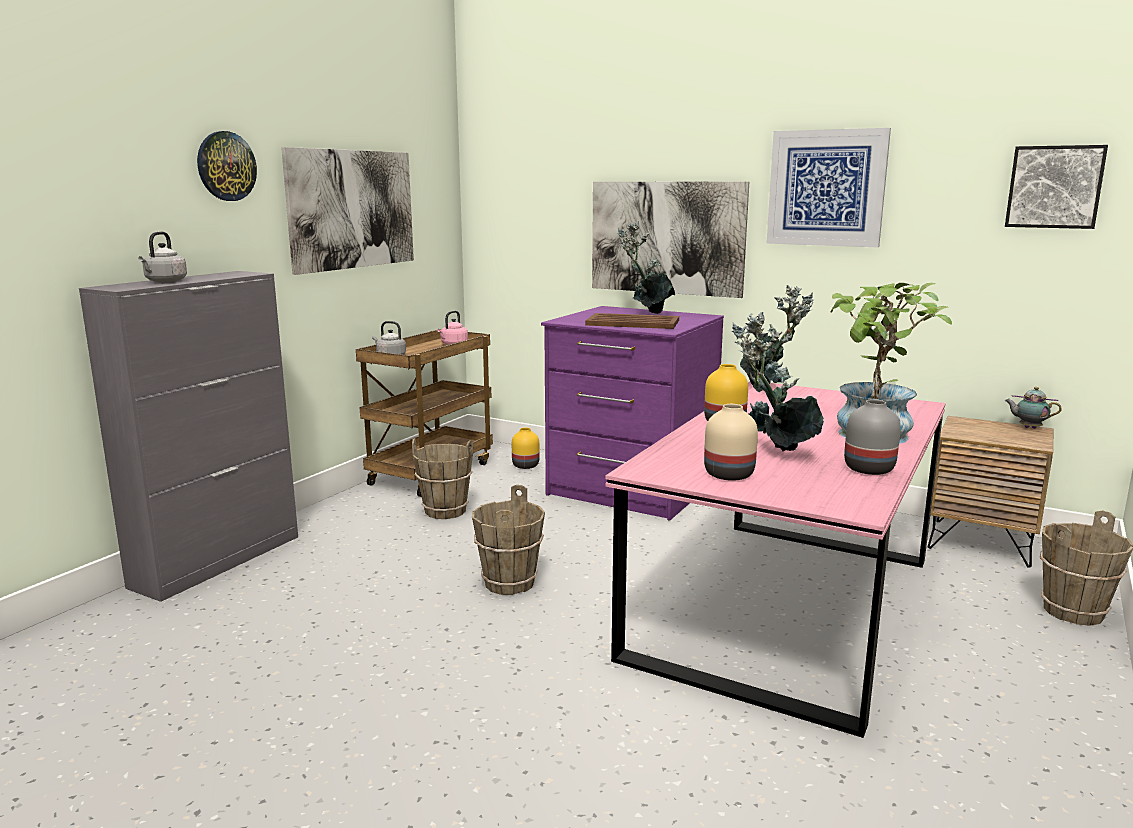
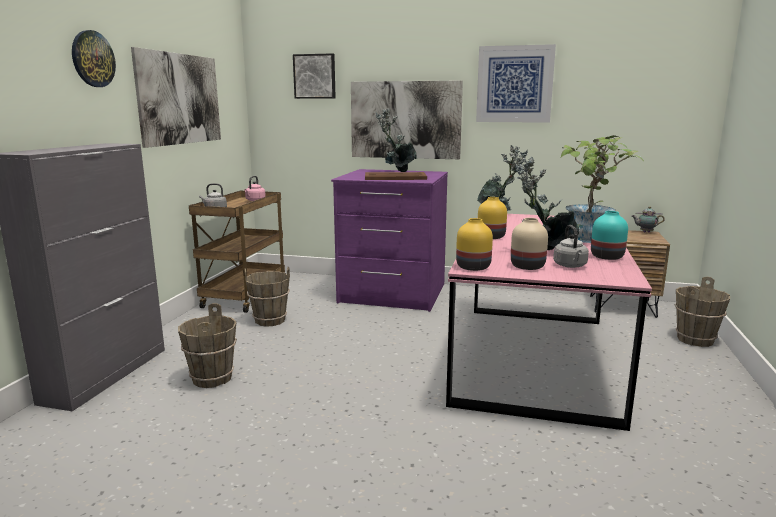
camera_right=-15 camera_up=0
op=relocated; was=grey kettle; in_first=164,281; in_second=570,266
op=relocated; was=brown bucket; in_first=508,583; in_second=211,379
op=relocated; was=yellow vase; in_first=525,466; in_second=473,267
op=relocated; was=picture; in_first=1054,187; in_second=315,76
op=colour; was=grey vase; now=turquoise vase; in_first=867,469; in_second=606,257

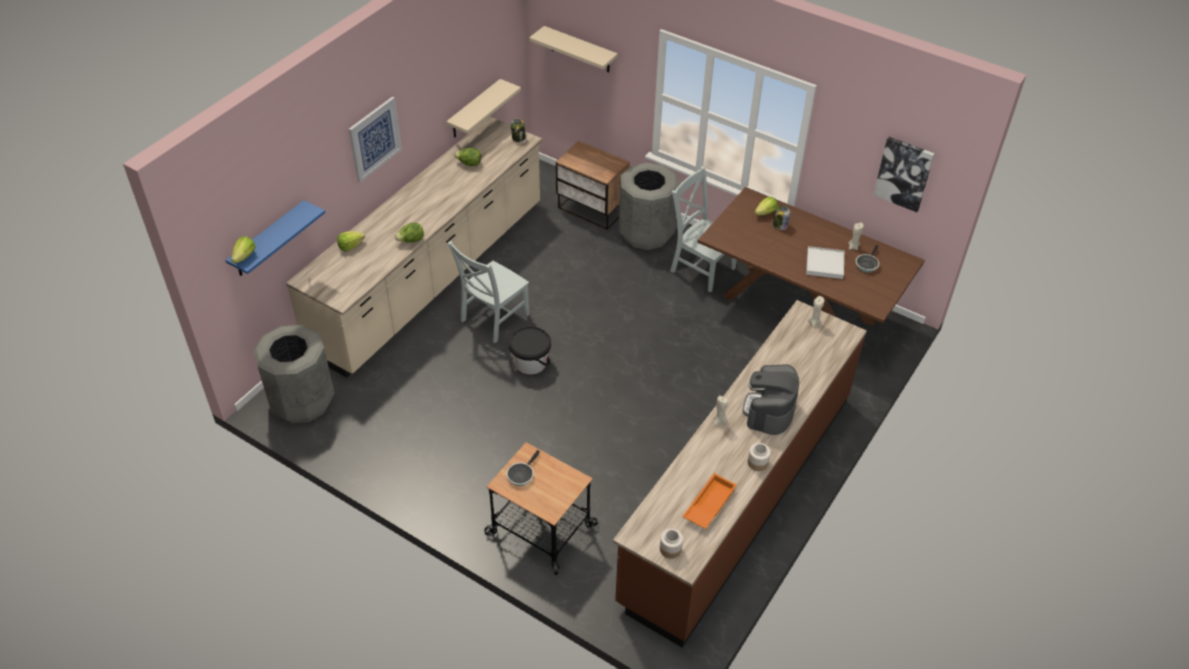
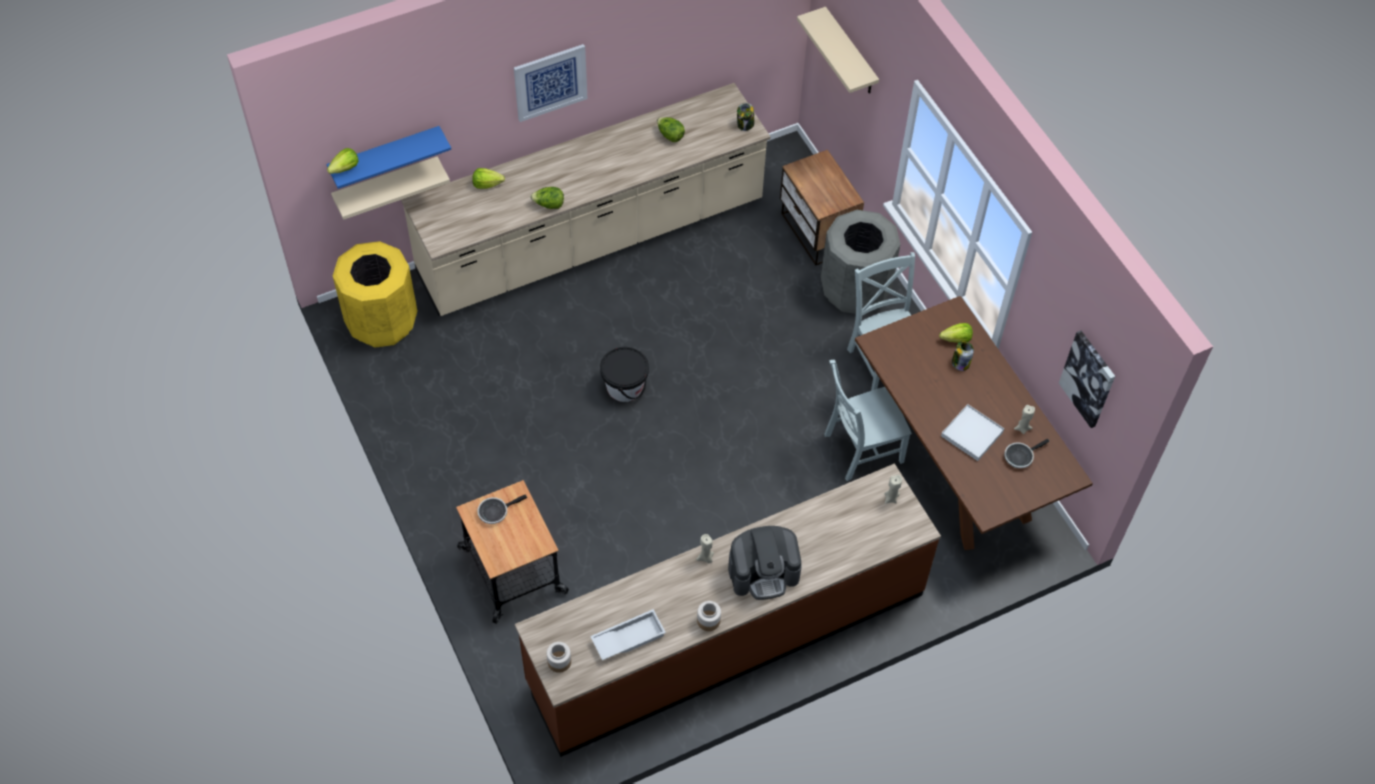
camera_right=30 camera_up=10
op=relocated; was=beige shelf; in_first=474,109; in_second=386,184
op=relocated; was=grey chair; in_first=492,319; in_second=860,449
op=colour; was=grey trash can; now=yellow trash can; in_first=302,401; in_second=382,322
op=colour; was=orange tray; now=white tray; in_first=708,504; in_second=628,637
op=spun; was=coffee machine; in_first=769,411; in_second=763,572; clockwise=-150

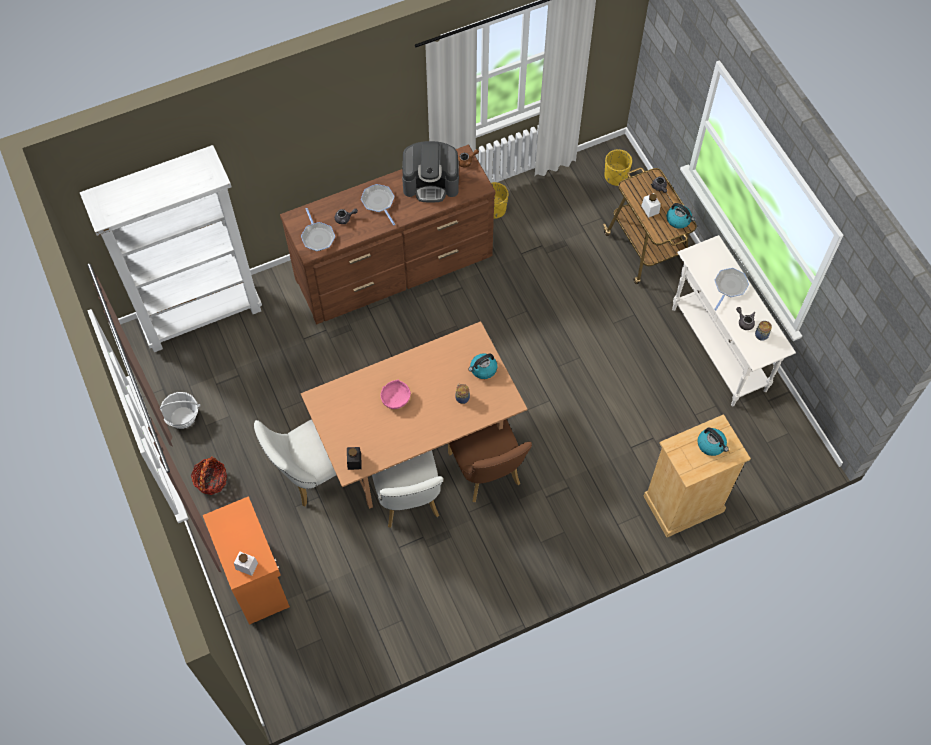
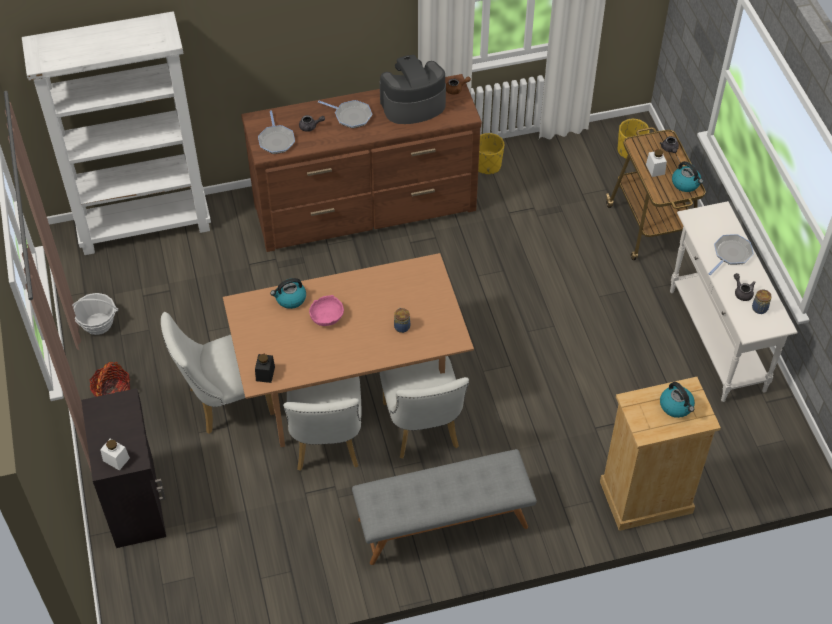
camera_right=10 camera_up=-10
op=appeared; now=grey bench; in_second=443,524
op=relocated; was=kettle; in_first=483,369; in_second=290,299
op=colour; was=orange cabinet; now=black cabinet; in_first=256,579; in_second=136,501
op=colour; was=brown chair; now=white chair; in_first=487,473; in_second=423,430
op=spun; was=frying pan; in_first=379,202; in_second=351,116; clockwise=135
op=spun; was=coffee machine; in_first=431,182; in_second=412,105; clockwise=150

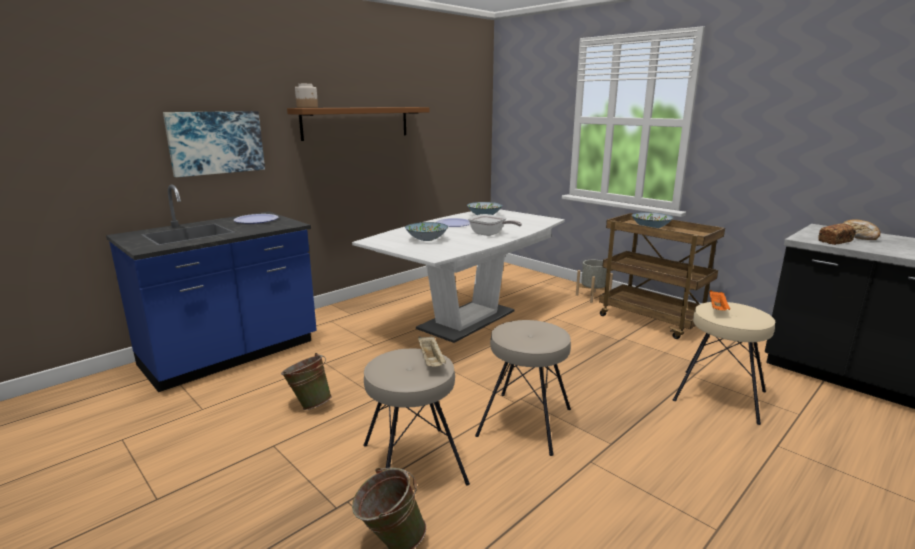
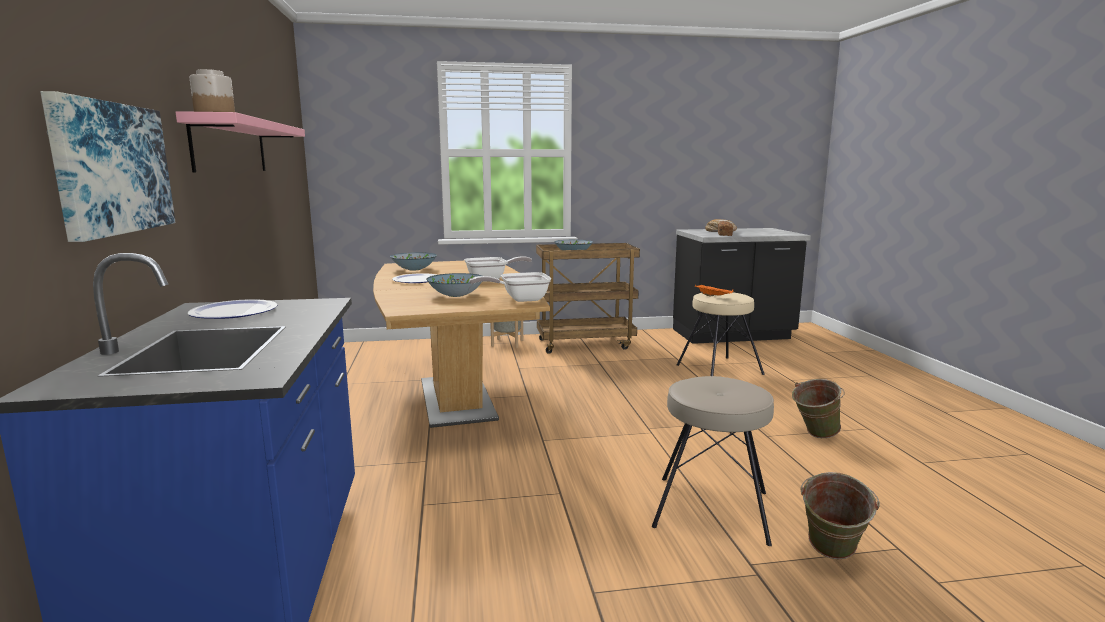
camera_right=-55 camera_up=-5
op=missing; was=beige tray; in_first=431,361
op=missing; was=beige stool; in_first=526,422
op=appeared; now=frying pan; in_second=519,299
op=relocated; was=green bucket; in_first=309,404; in_second=814,435
op=colour; was=brown shelf; now=pink shelf; in_first=356,122; in_second=231,146
op=colour; was=white dining table; now=brown dining table; in_first=467,320; in_second=456,399

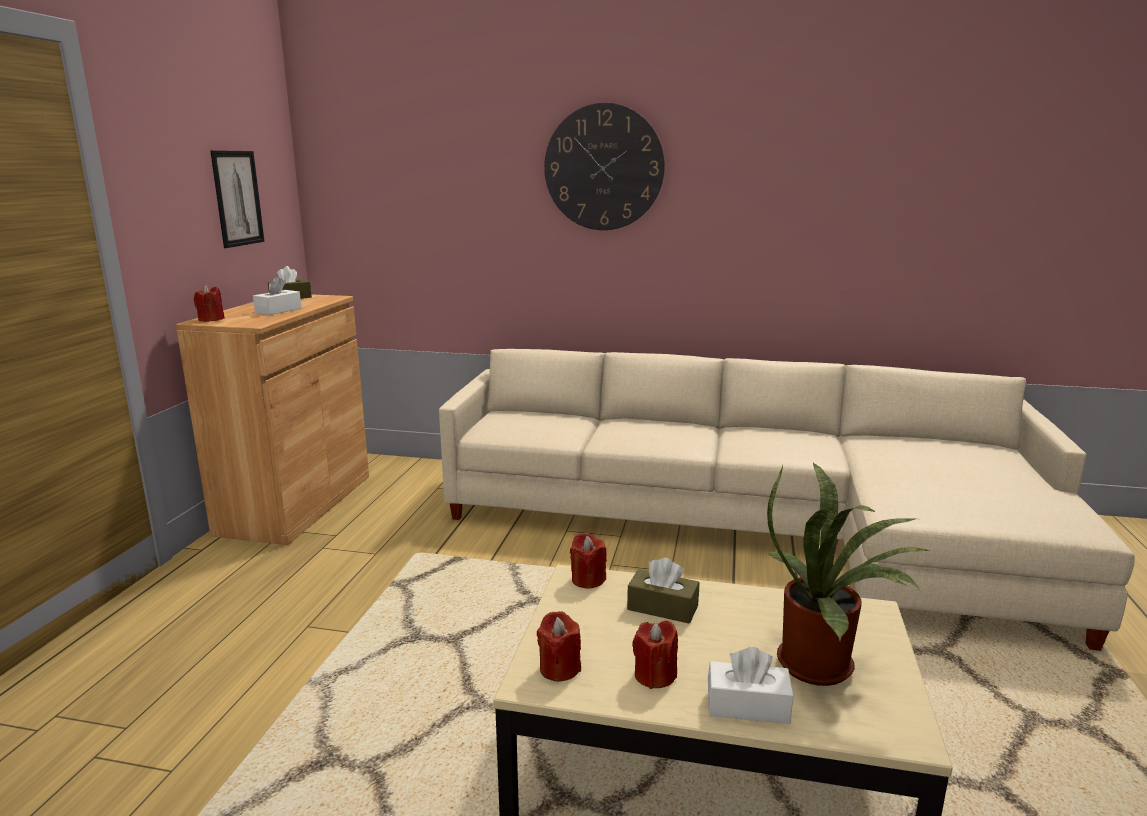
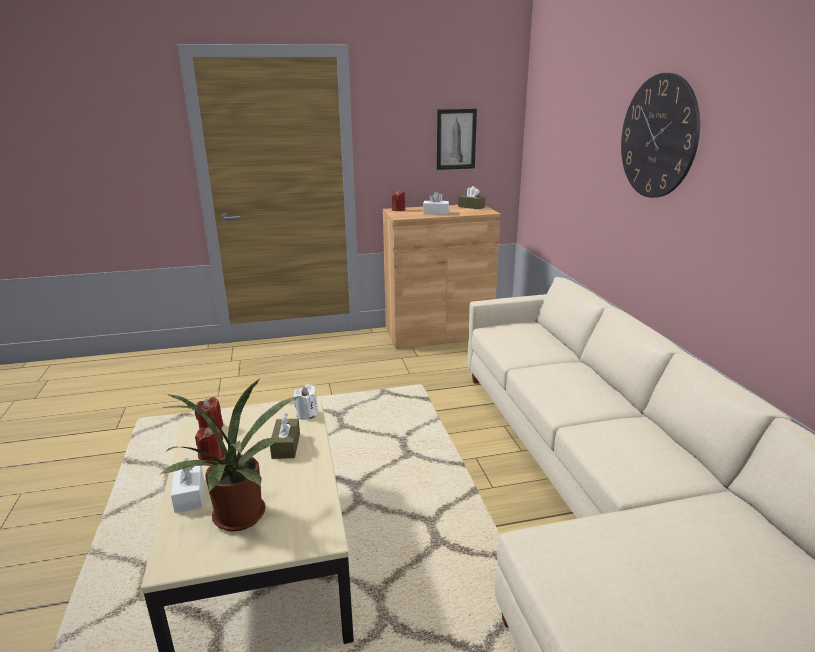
camera_right=65 camera_up=5
op=colour; was=red candle; now=white candle; in_first=588,579; in_second=307,414

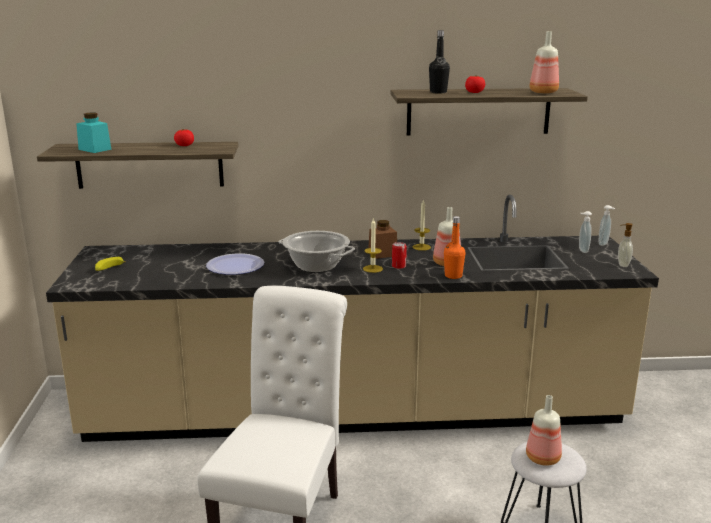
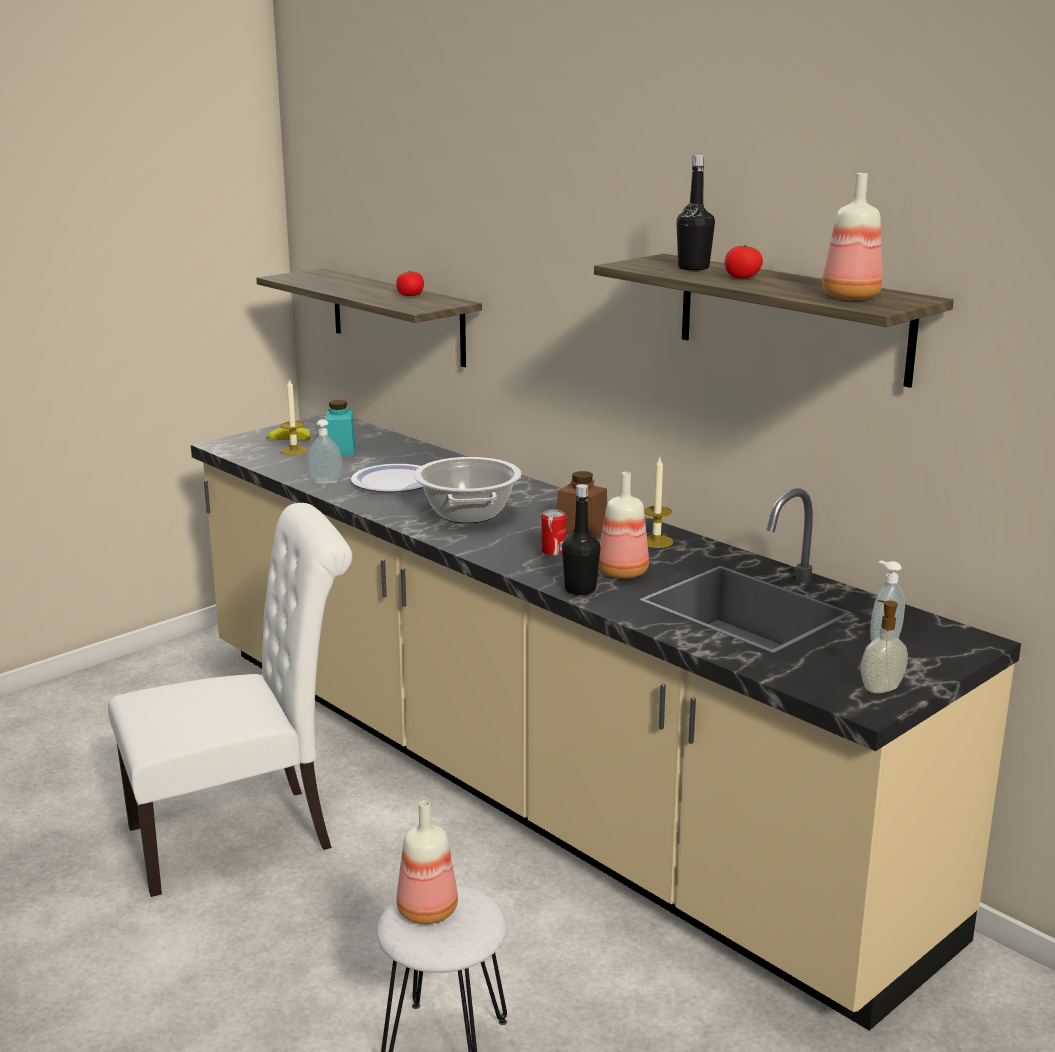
camera_right=50 camera_up=0
op=relocated; was=turquoise jar; in_first=95,149; in_second=340,450
op=relocated; was=candle; in_first=372,269; in_second=294,450
op=relocated; was=soap dispenser; in_first=604,244; in_second=325,483
op=colour; was=orange bottle; now=black bottle; in_first=453,276; in_second=580,589

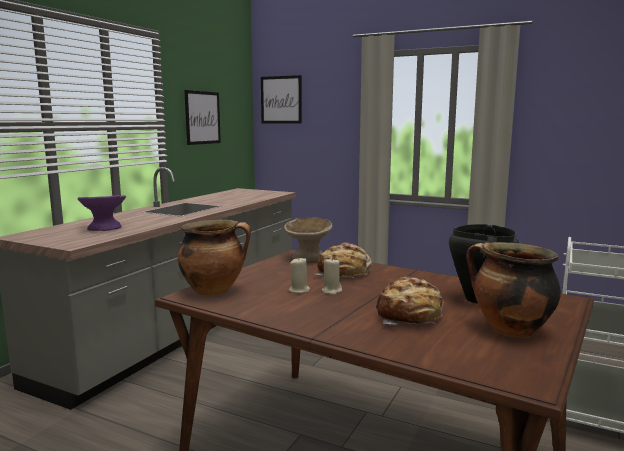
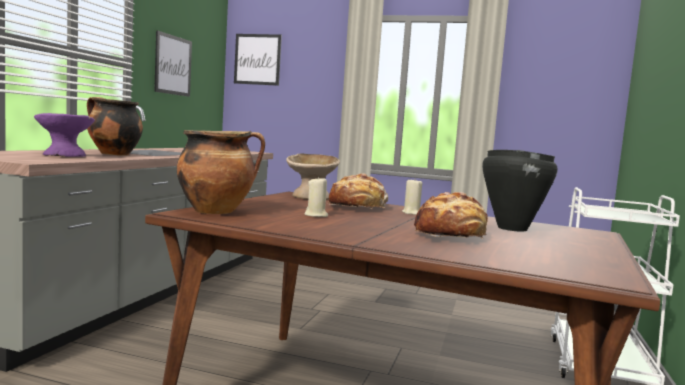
camera_right=-10 camera_up=-5
op=relocated; was=beige candle; in_first=331,291; in_second=412,213
op=relocated; was=cooking pot; in_first=509,330; in_second=113,154

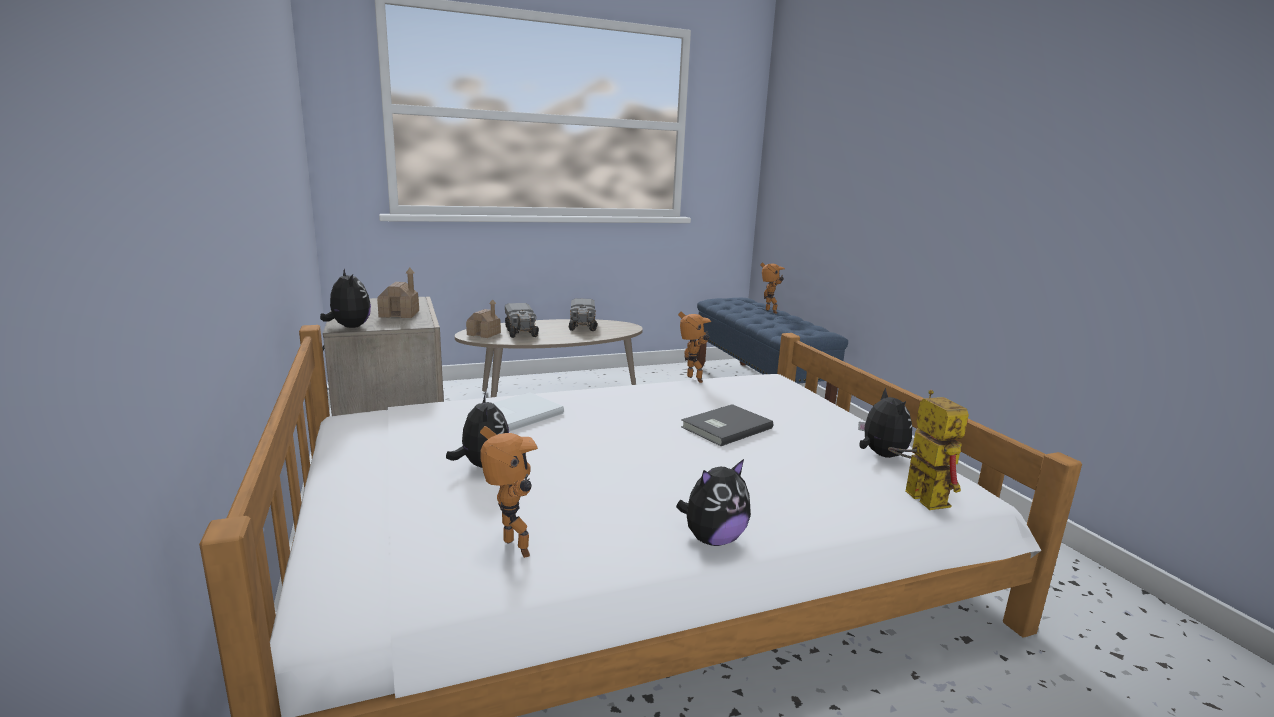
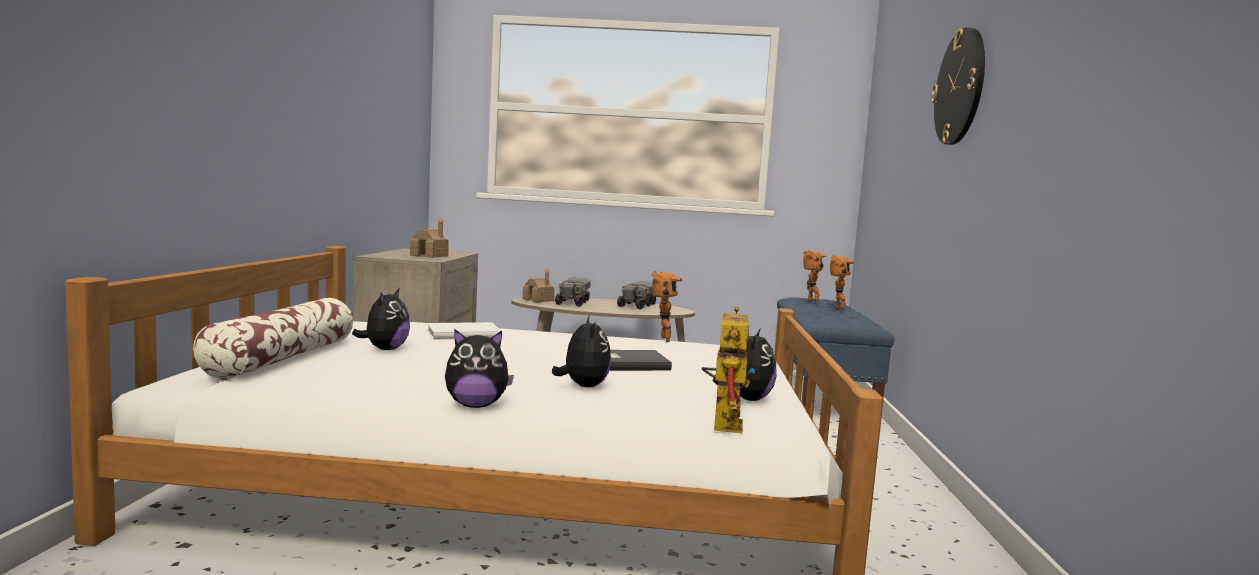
camera_right=25 camera_up=-10
op=appeared; now=pillow; in_second=282,358
op=appeared; now=wall clock; in_second=960,87
op=relocated; was=plush toy; in_first=349,327; in_second=583,386
op=relocated; was=toy robot; in_first=511,550; in_second=811,301

